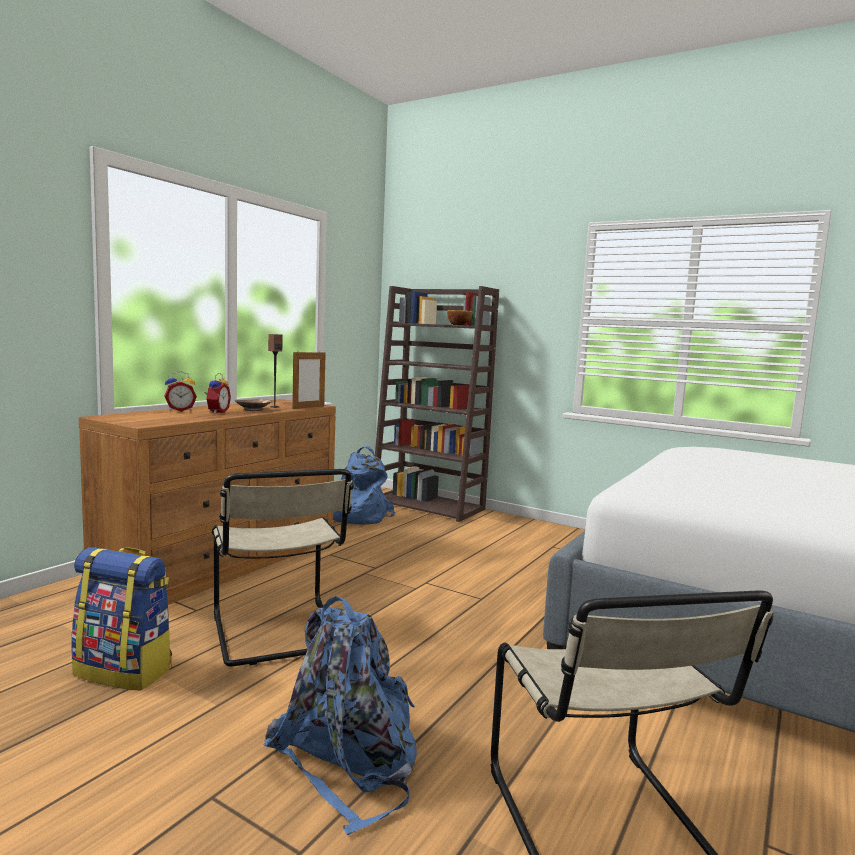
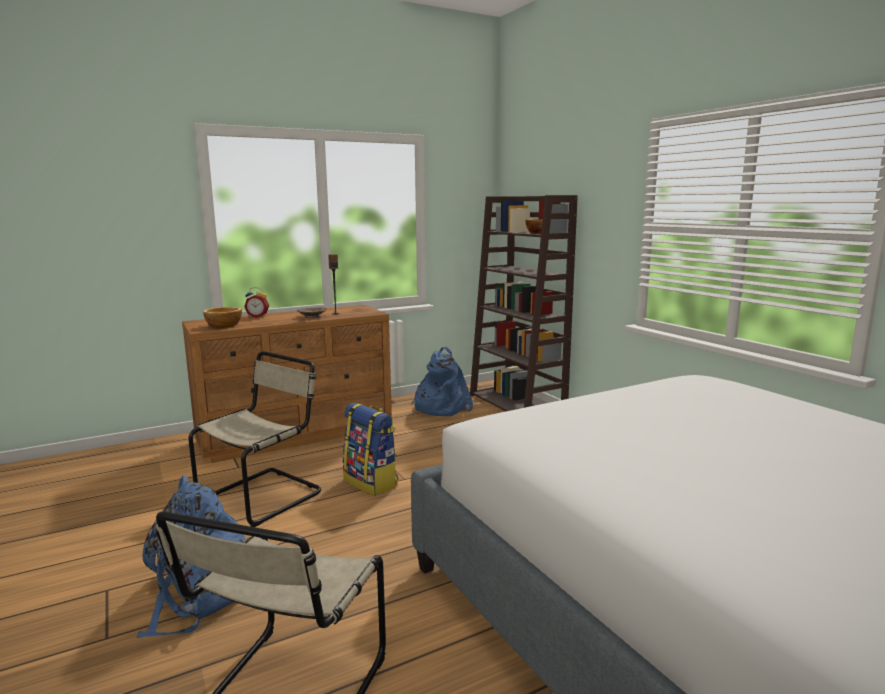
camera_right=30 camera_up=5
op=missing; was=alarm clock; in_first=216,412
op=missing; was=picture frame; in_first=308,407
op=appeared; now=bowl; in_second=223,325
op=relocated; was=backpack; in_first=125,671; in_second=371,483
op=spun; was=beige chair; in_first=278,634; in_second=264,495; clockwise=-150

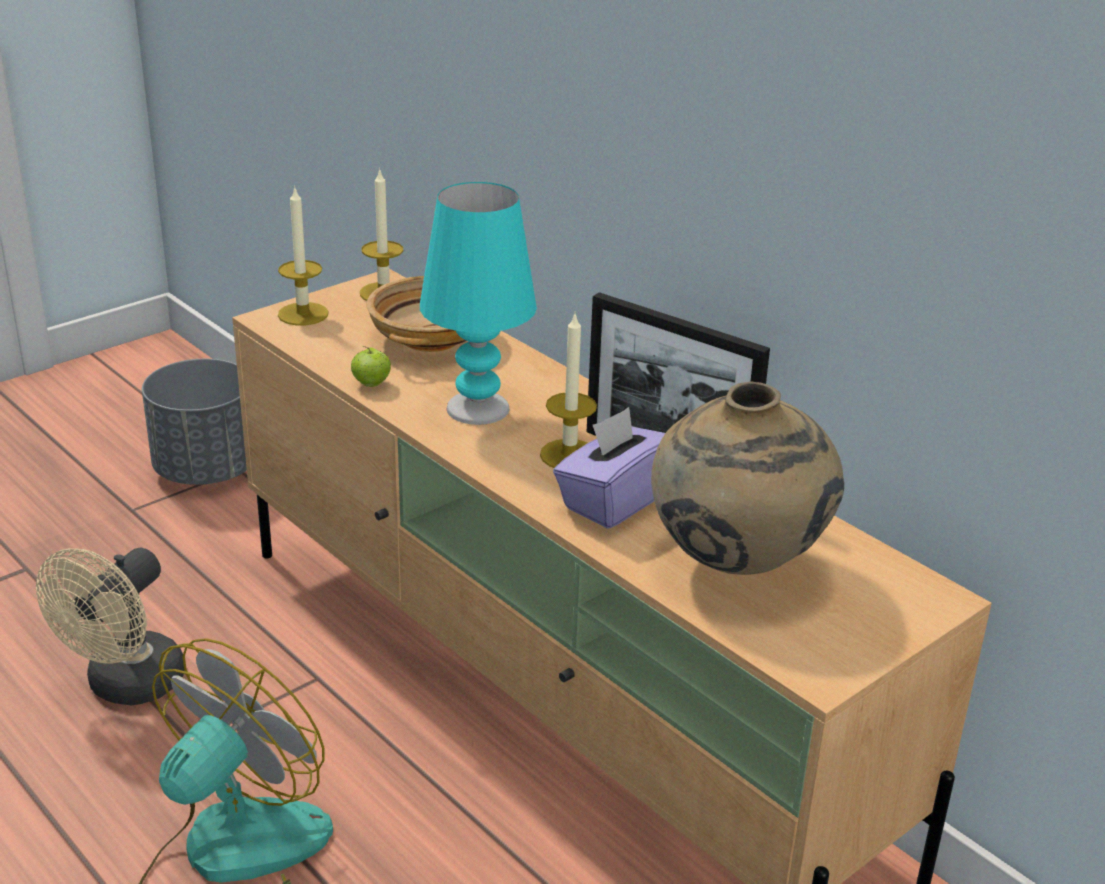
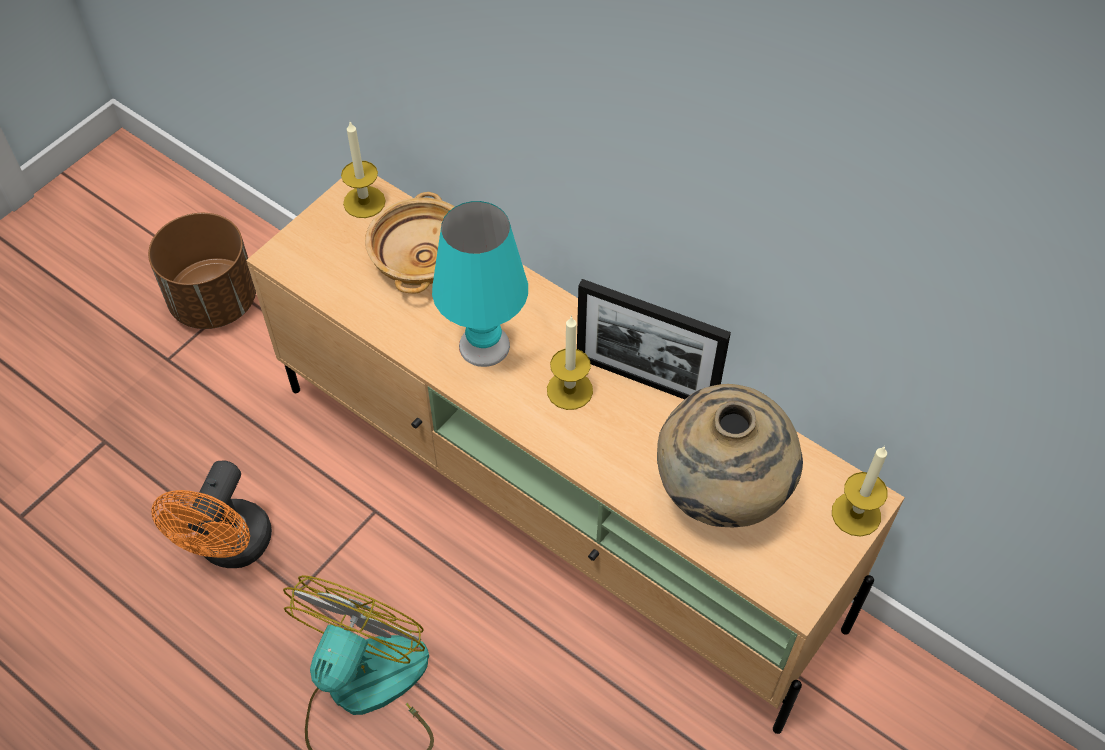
camera_right=-10 camera_up=25
op=missing; was=apple; in_first=371,384
op=missing; was=purple tissue box; in_first=615,500
op=relocated; was=candle; in_first=303,314; in_second=856,514
op=colour; was=beige fan; now=orange fan; in_first=126,687; in_second=231,549
op=colour; was=grey planter; now=brown planter; in_first=206,471; in_second=214,302

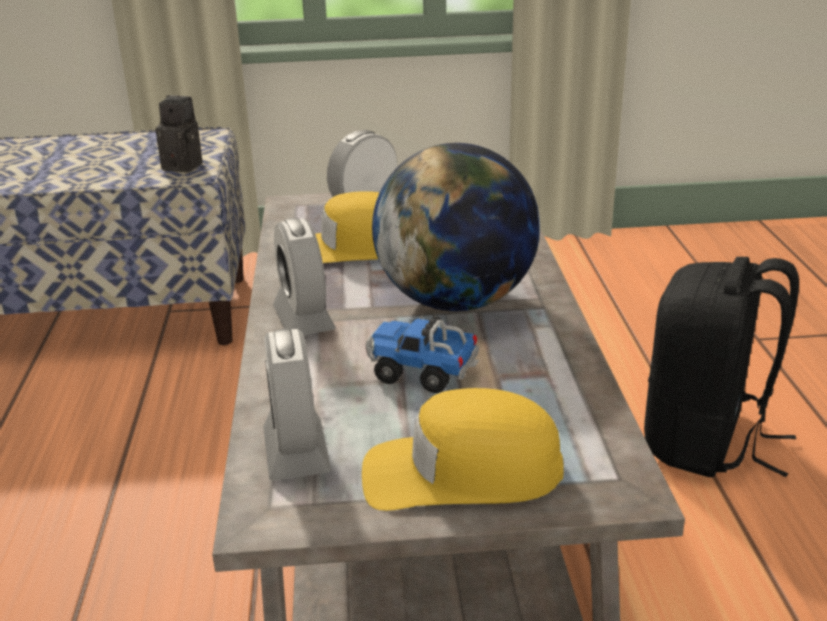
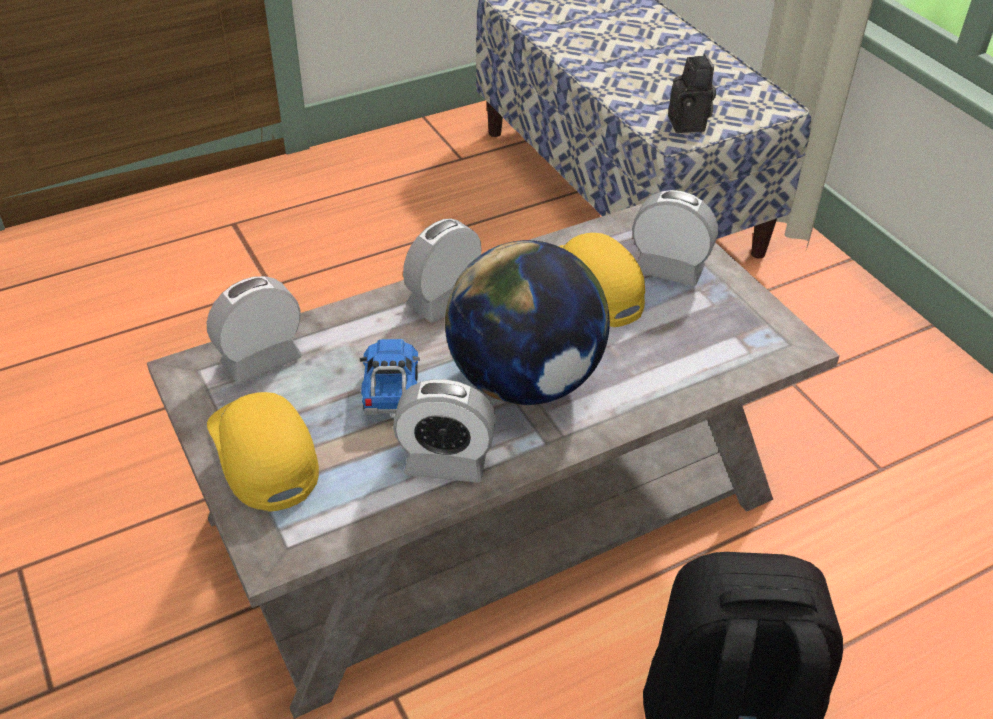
camera_right=65 camera_up=15
op=appeared; now=alarm clock; in_second=445,463

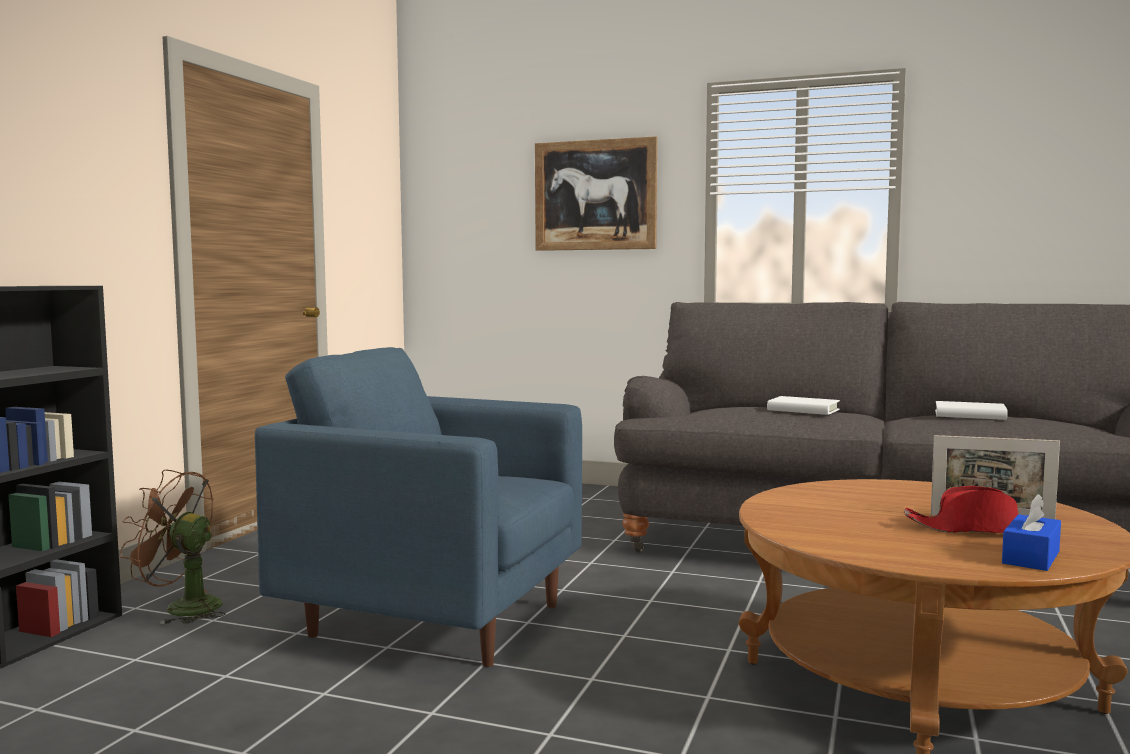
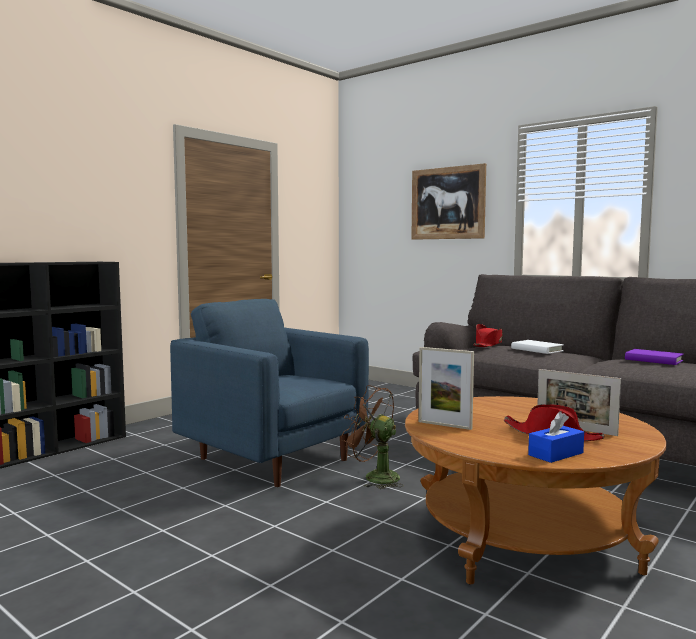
camera_right=20 camera_up=0
op=appeared; now=picture frame; in_second=444,425
op=appeared; now=red hat; in_second=488,344
op=relocated; was=brown fan; in_first=182,608; in_second=374,477
op=colour; was=white book; now=purple book; in_first=970,415; in_second=653,360

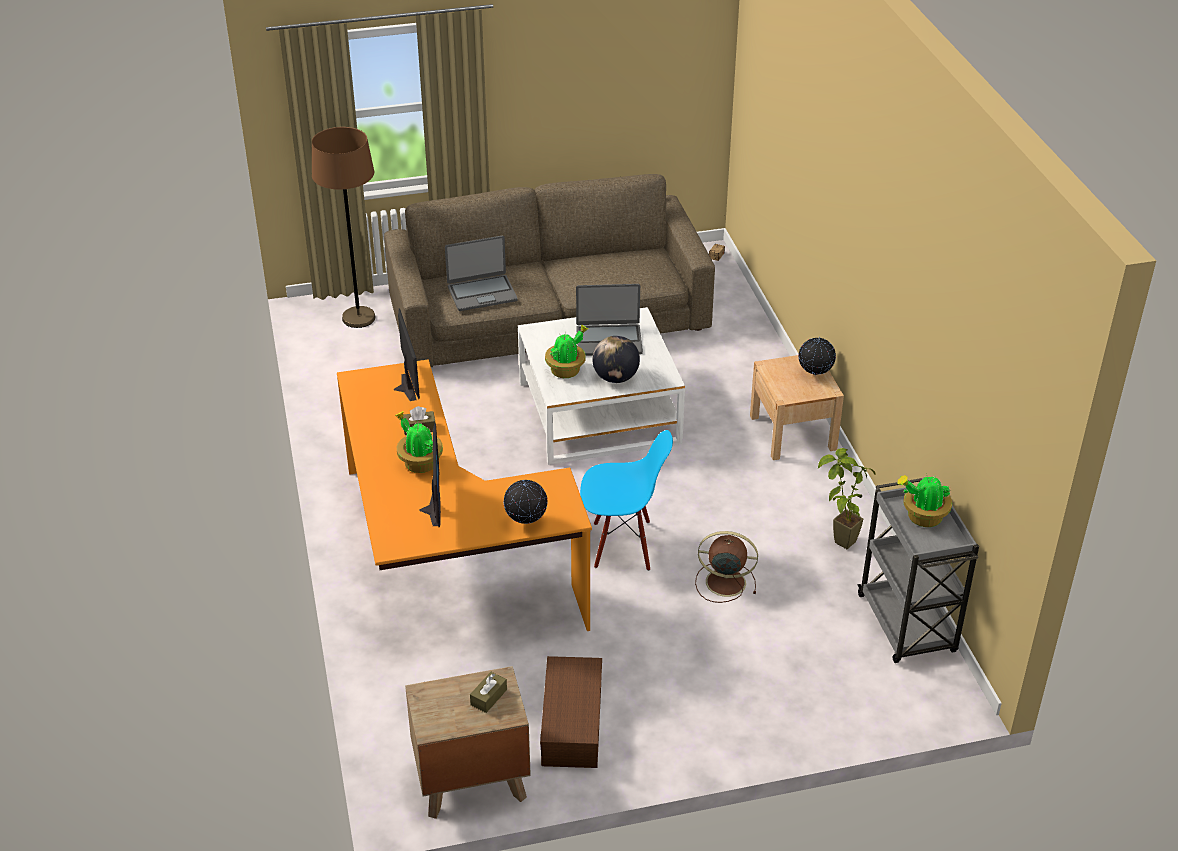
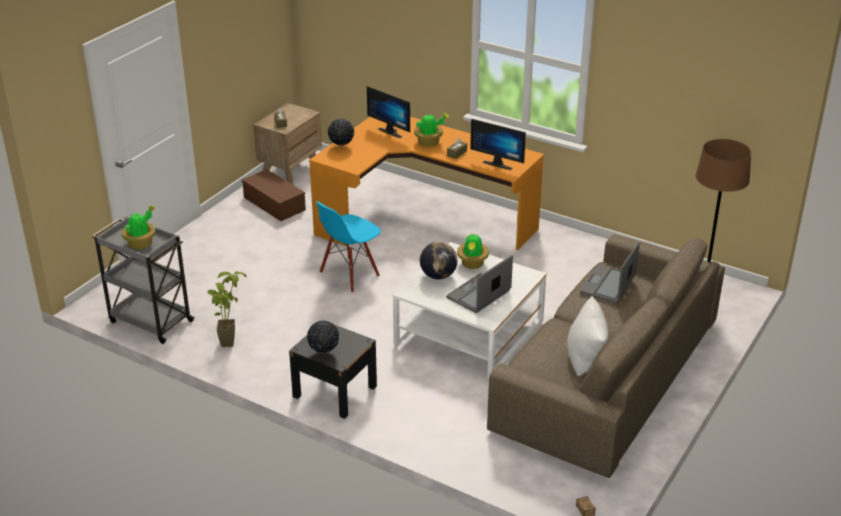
camera_right=135 camera_up=-5
op=missing; was=brown fan; in_first=723,582
op=appeared; now=white pillow; in_second=586,362
op=colour; was=beige nightstand; now=black nightstand; in_first=792,432; in_second=335,391

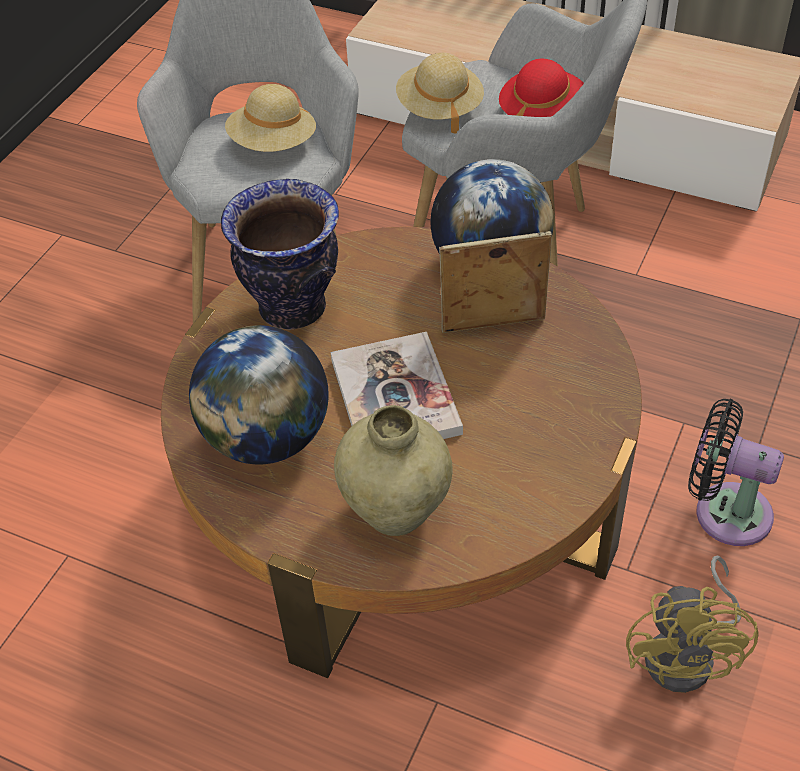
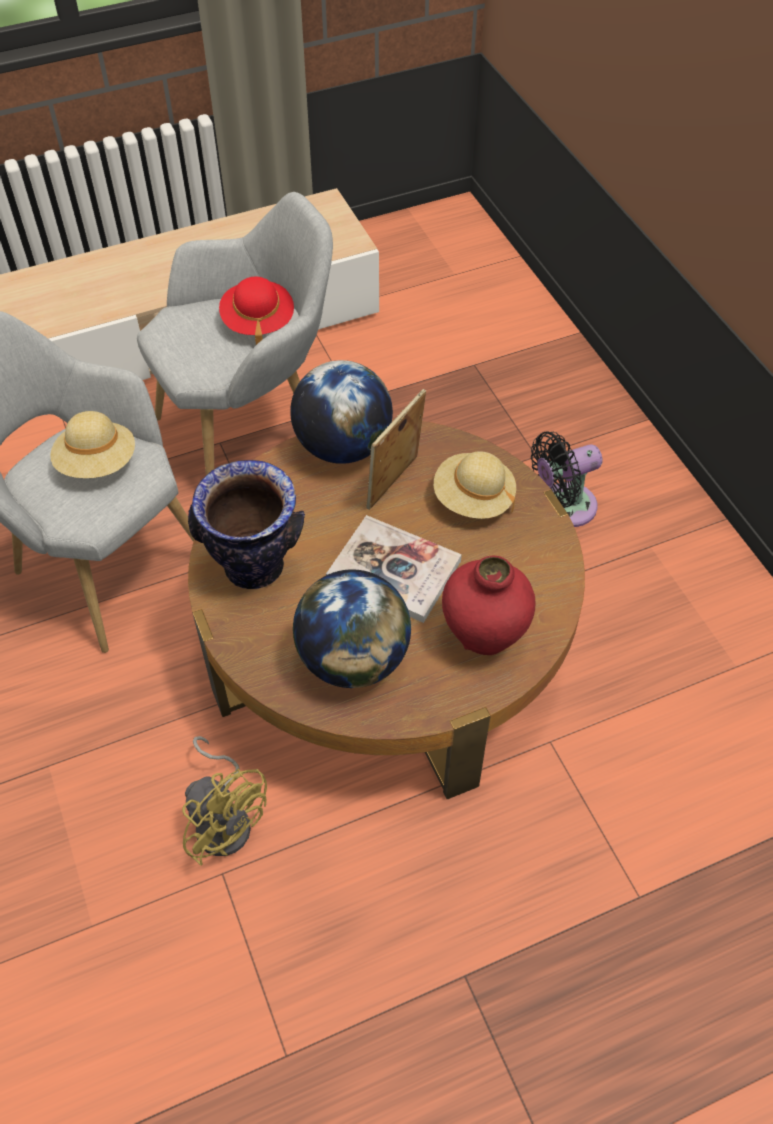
camera_right=-50 camera_up=5
op=relocated; was=beige hat; in_first=439,109; in_second=473,499
op=relocated; was=yellow fan; in_first=688,655; in_second=225,819
op=colour; was=beige vase; now=red vase; in_first=396,511; in_second=484,636

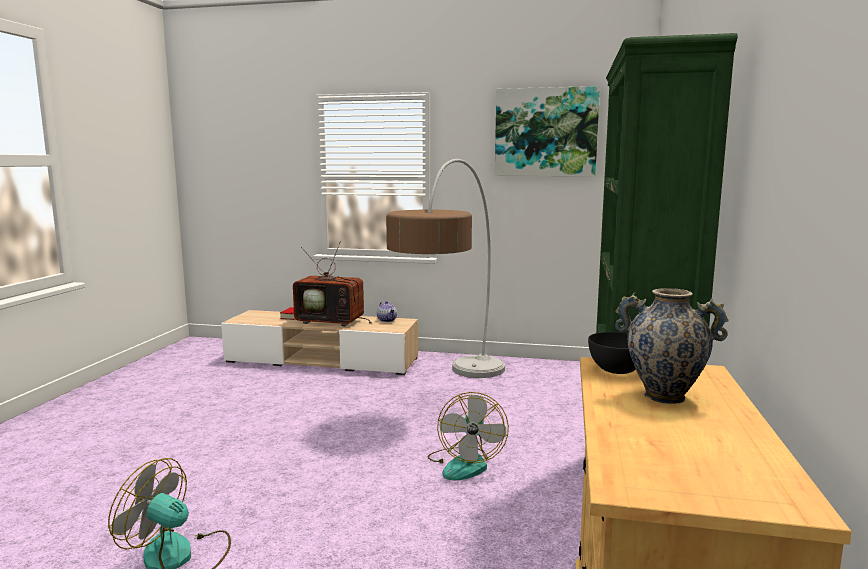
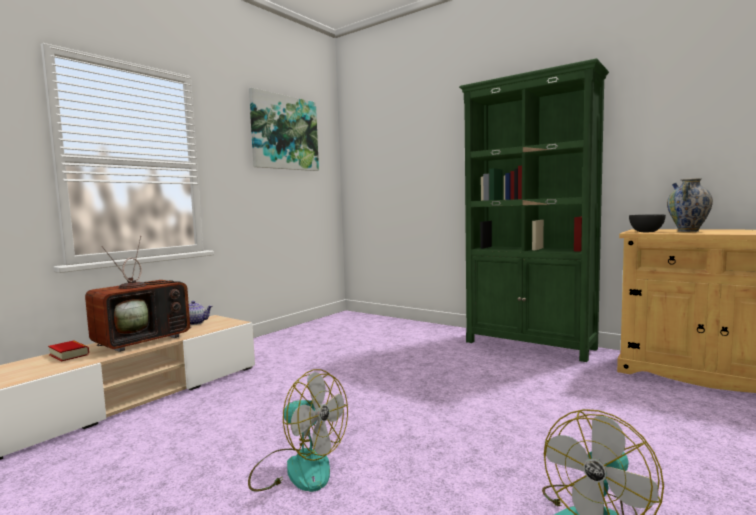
camera_right=-65 camera_up=-5
op=missing; was=floor lamp; in_first=452,394
op=relocated; was=fan; in_first=465,464; in_second=298,468

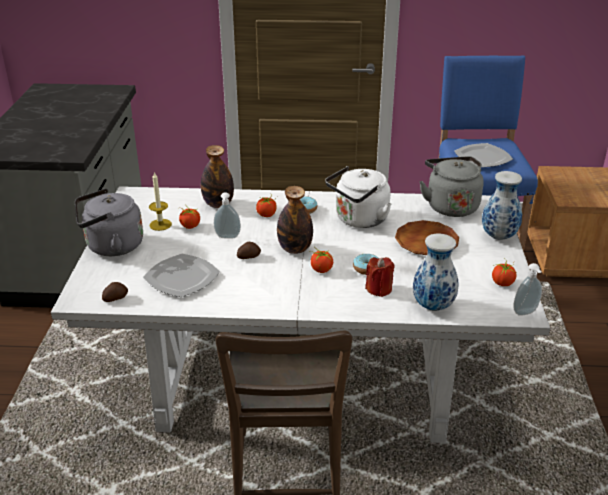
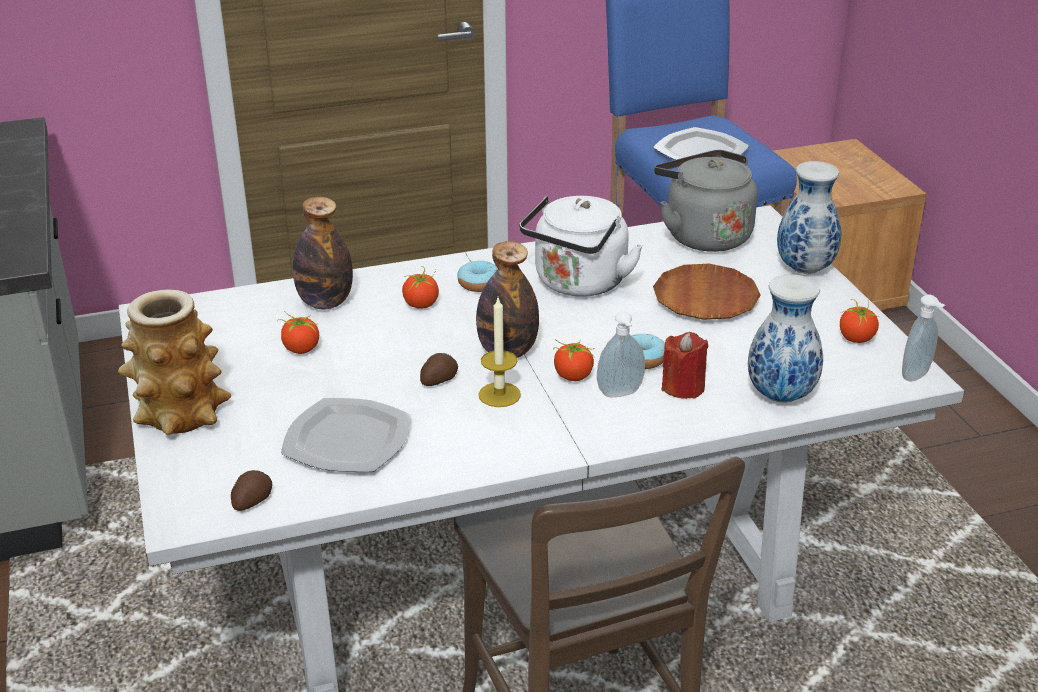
camera_right=-20 camera_up=0
op=relocated; was=candle; in_first=160,224; in_second=499,395
op=relocated; was=soap dispenser; in_first=227,237; in_second=621,394
op=exchanged; was=grey kettle; now=vase; in_first=111,246; in_second=181,413

